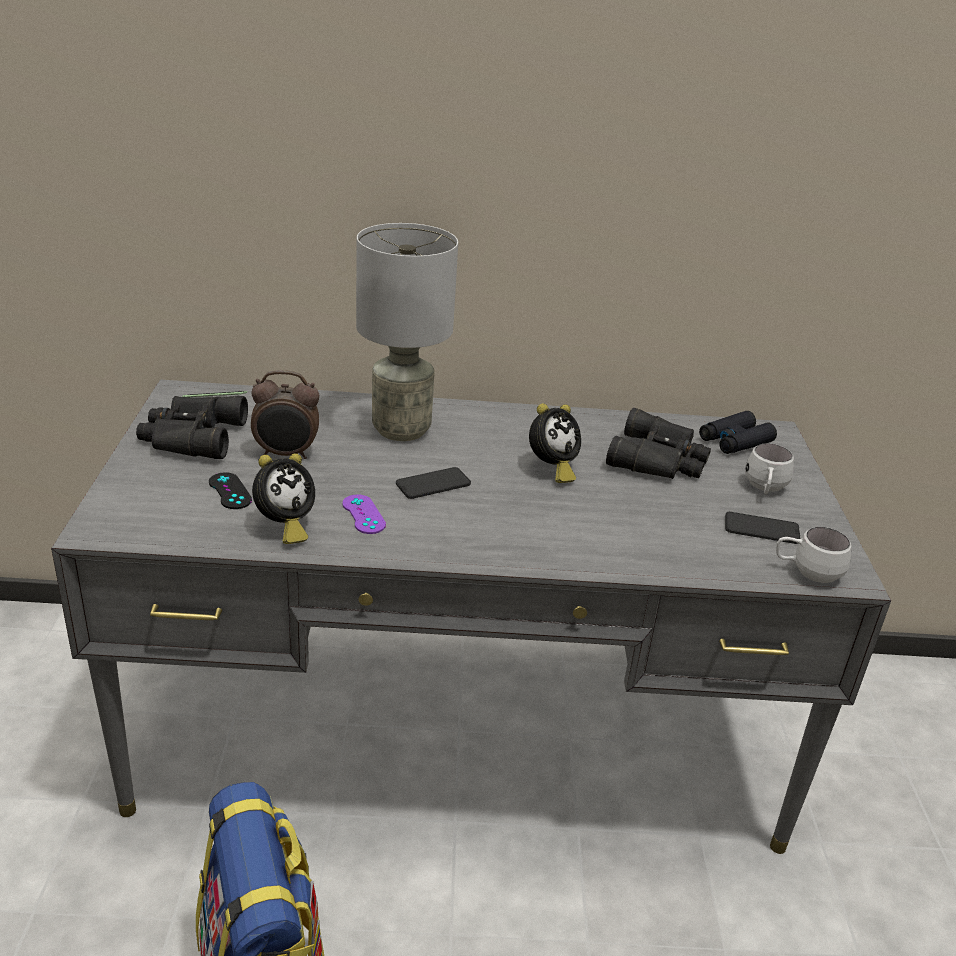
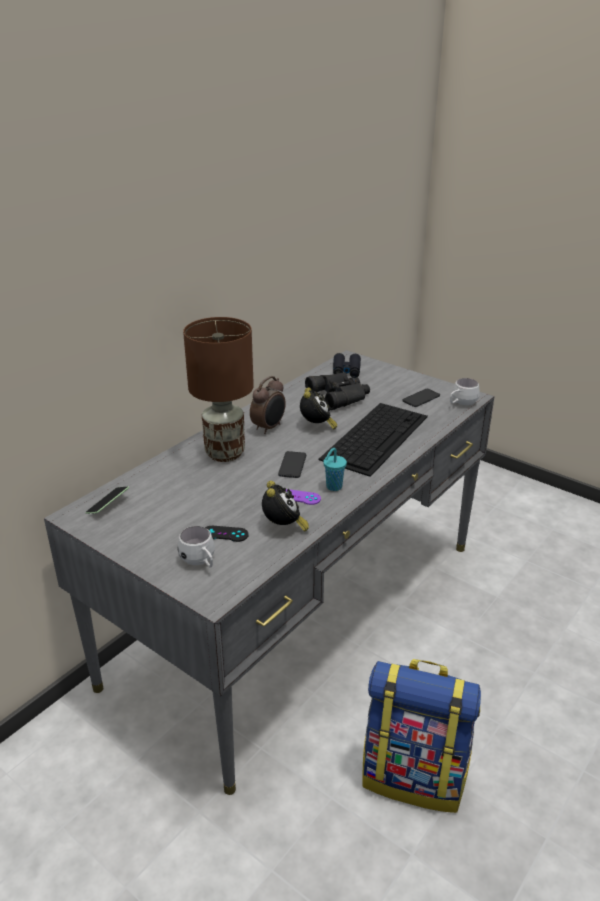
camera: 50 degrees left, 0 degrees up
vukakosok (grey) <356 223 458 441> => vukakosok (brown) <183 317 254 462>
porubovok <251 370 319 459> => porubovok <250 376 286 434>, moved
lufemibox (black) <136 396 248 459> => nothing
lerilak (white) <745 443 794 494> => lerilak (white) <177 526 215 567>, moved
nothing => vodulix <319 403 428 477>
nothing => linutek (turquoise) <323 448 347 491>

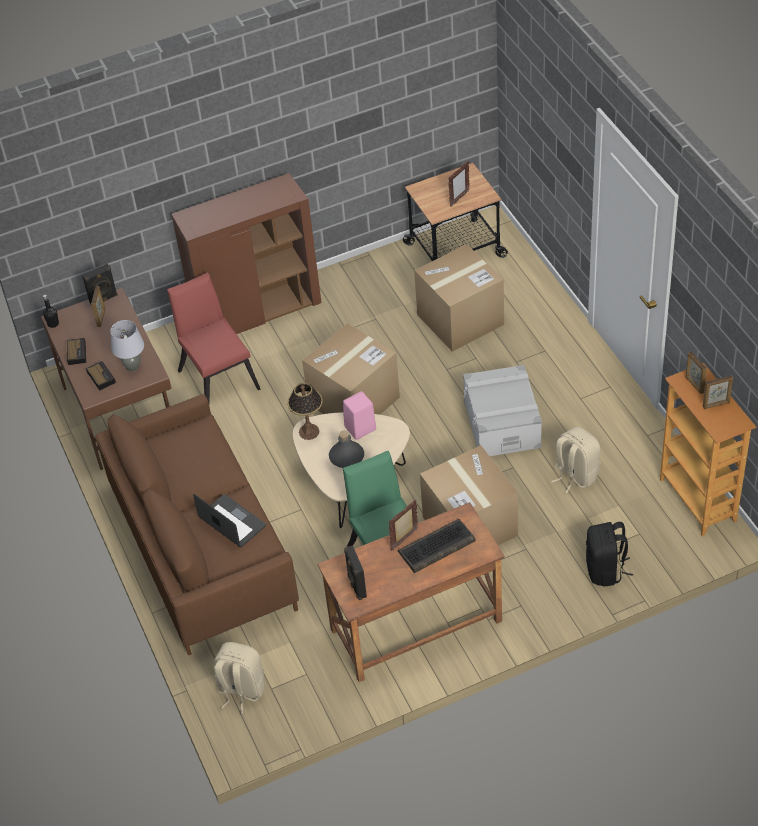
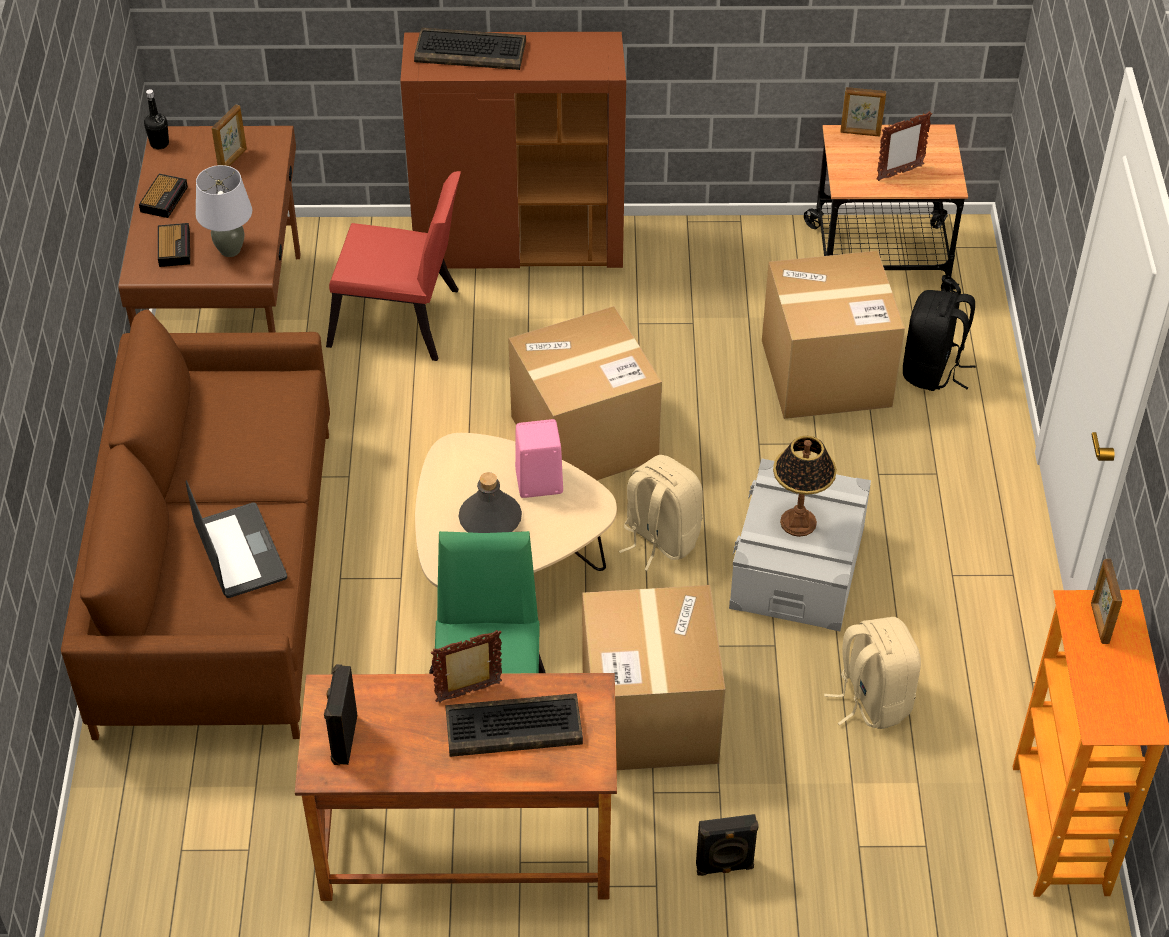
camera: 20 degrees right, 0 degrees up
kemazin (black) <82 264 118 304> => kemazin (black) <696 814 759 876>, moved
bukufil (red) <167 272 261 403> => bukufil (red) <326 171 461 361>, 105 degrees clockwise
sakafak <703 375 733 409> => sakafak <840 87 886 136>, moved
vukakosok <287 383 323 440> => vukakosok <773 436 837 537>, moved
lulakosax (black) <586 522 633 586> => lulakosax (black) <903 290 976 391>, moved
lulakosax (beige) <214 642 265 714> => lulakosax (beige) <619 455 703 571>, moved
nothing => vodulix <414 28 526 70>

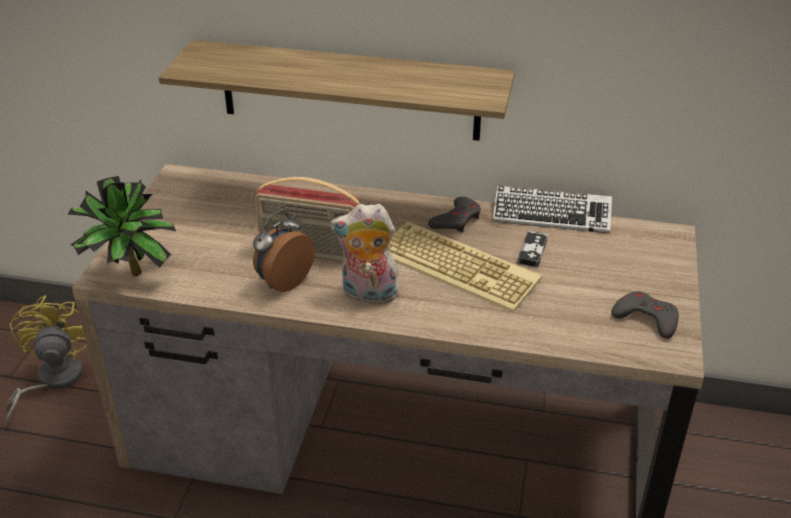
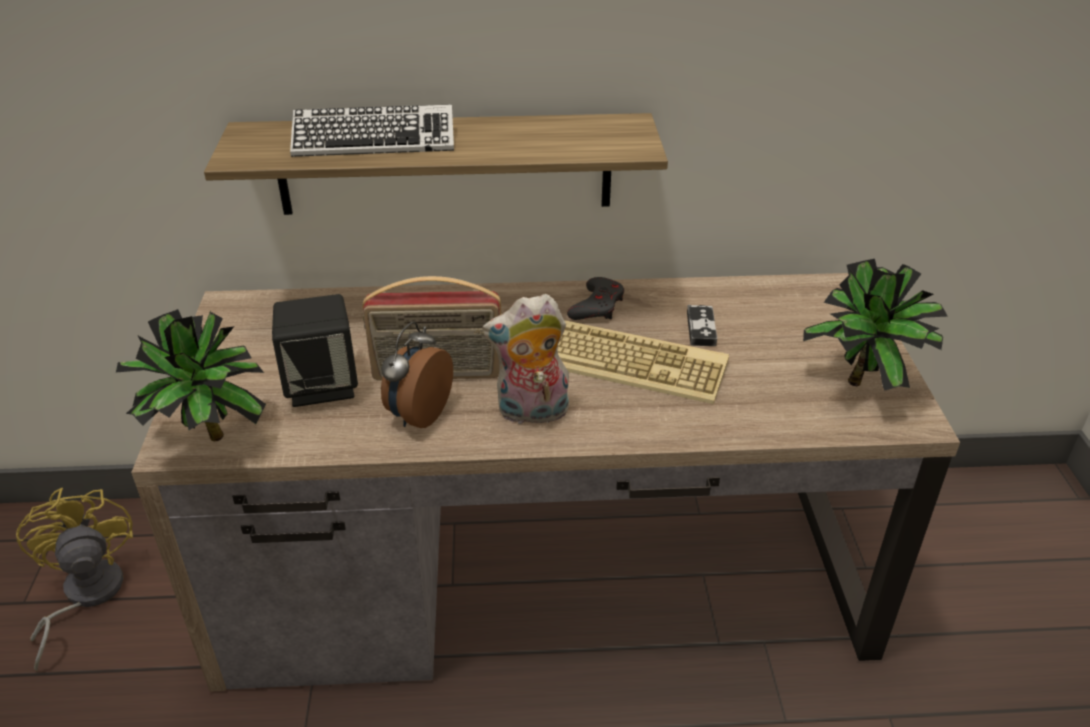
camera: 15 degrees left, 0 degrees up
vodulix <492 185 612 233> => vodulix <290 105 454 157>, moved
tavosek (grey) <611 291 679 339> => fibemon <803 259 948 391>
nothing => kemazin (black) <272 294 358 407>

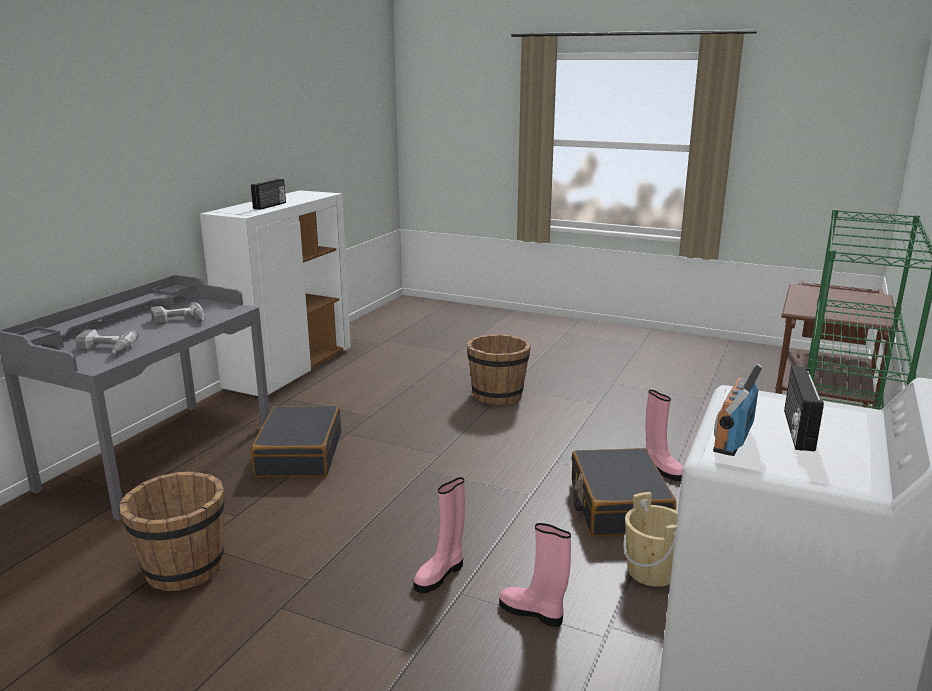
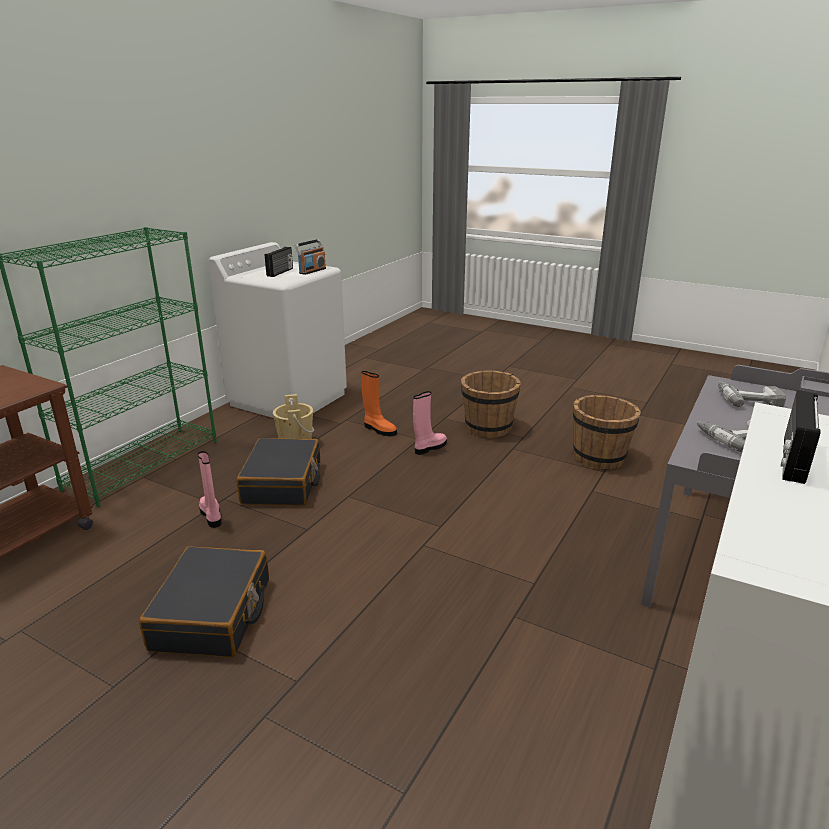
camera: 175 degrees left, 5 degrees up
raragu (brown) <467 334 531 405> => raragu (brown) <461 370 521 438>, moved
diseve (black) <251 406 341 477> => diseve (black) <139 546 269 657>, moved
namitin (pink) <499 523 571 627> => namitin (orange) <362 371 397 436>

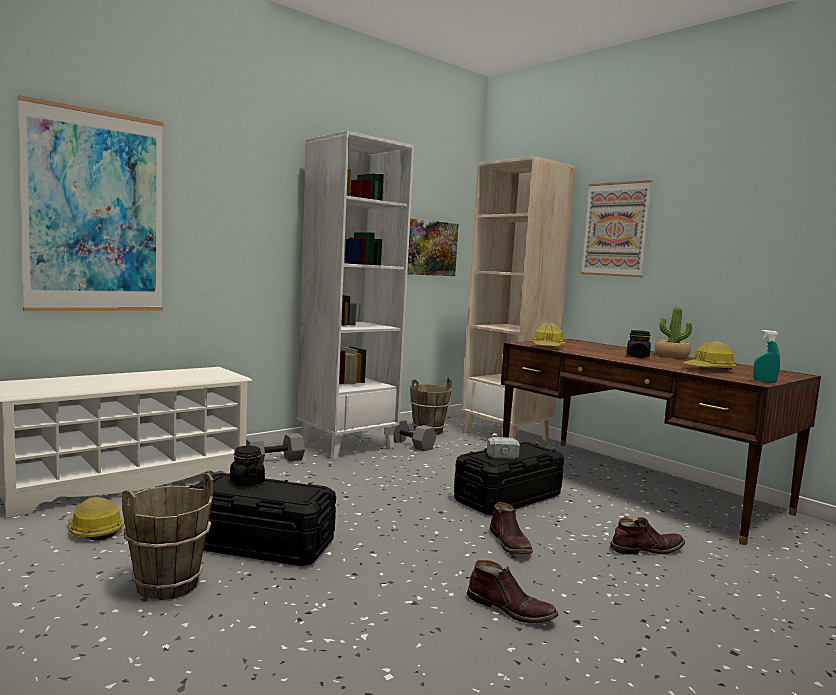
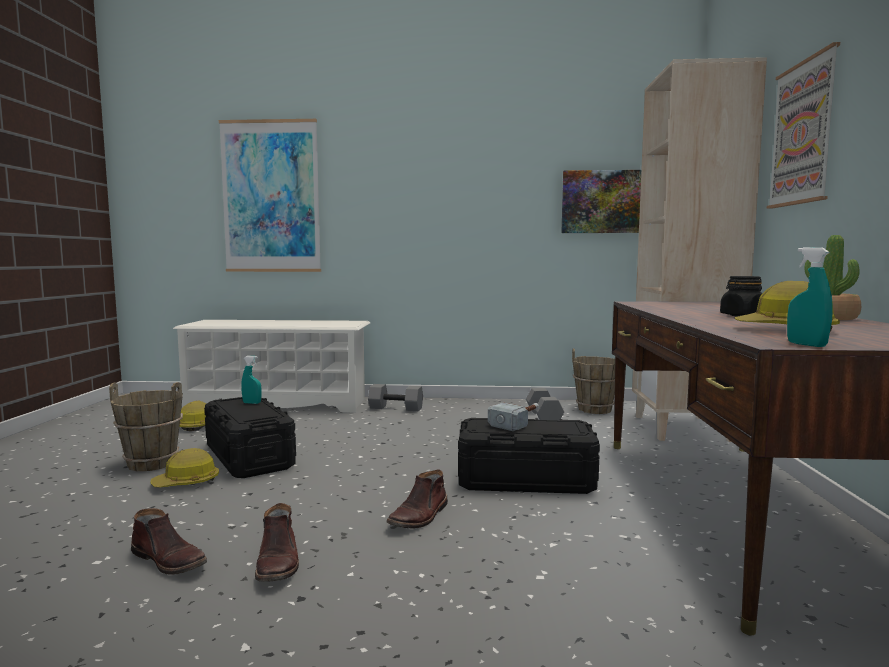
camera: 45 degrees right, 0 degrees up
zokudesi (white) <297 131 414 460> => nothing
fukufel <531 323 565 346> => fukufel <150 448 219 488>, moved
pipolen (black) <230 446 265 486> => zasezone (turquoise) <241 356 262 404>
namitin (brown) <610 517 685 554> => namitin (brown) <131 508 207 575>, moved

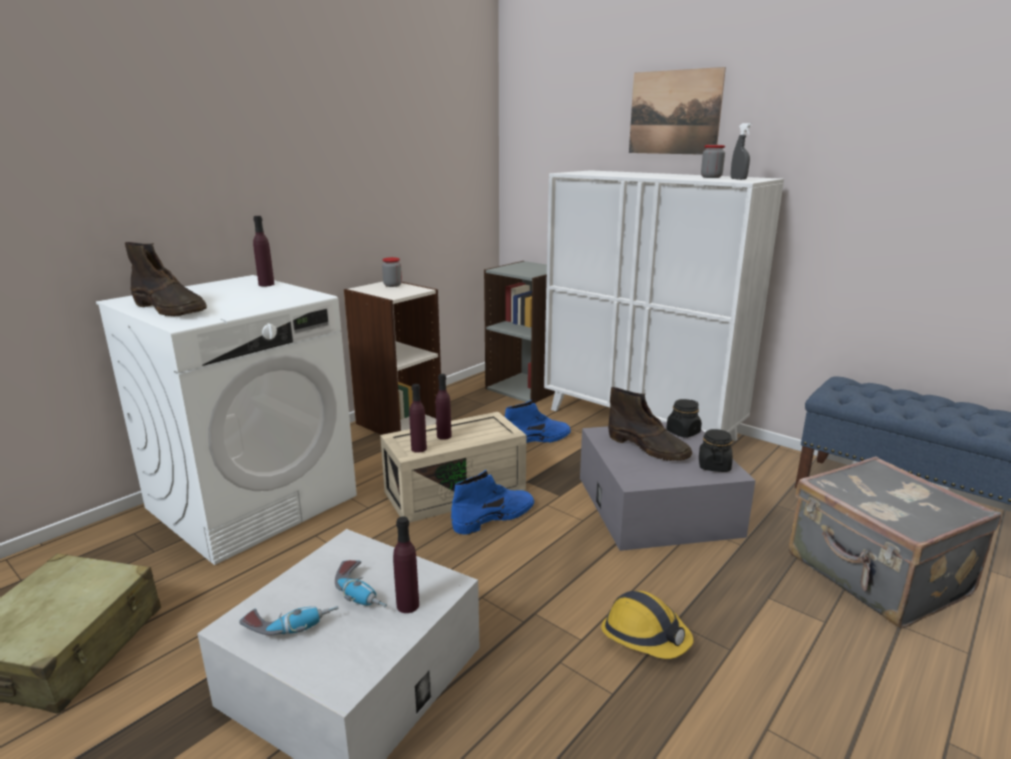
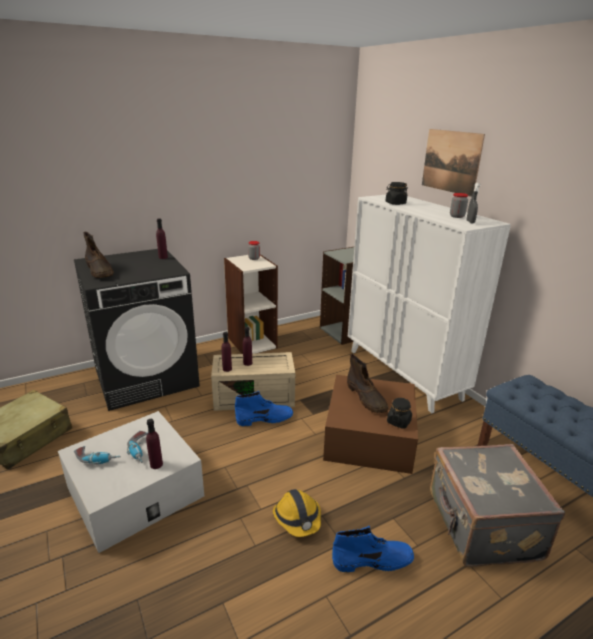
camera: 20 degrees right, 5 degrees up
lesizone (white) <96 275 357 565> => lesizone (black) <74 249 200 411>
pipolen (black) <666 399 702 438> => pipolen (black) <386 182 408 205>, moved
namitin (blue) <505 400 571 443> => namitin (blue) <332 526 414 572>, moved
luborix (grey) <580 422 756 551> => luborix (brown) <323 375 418 474>

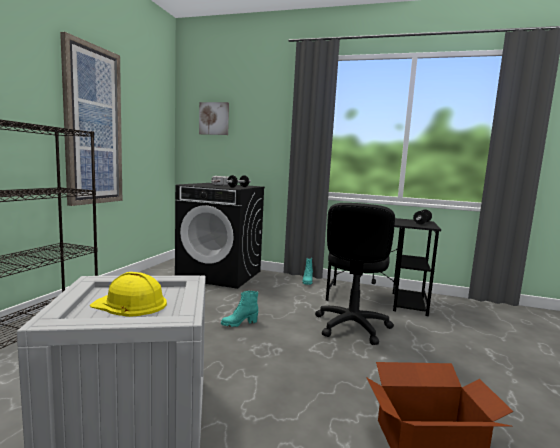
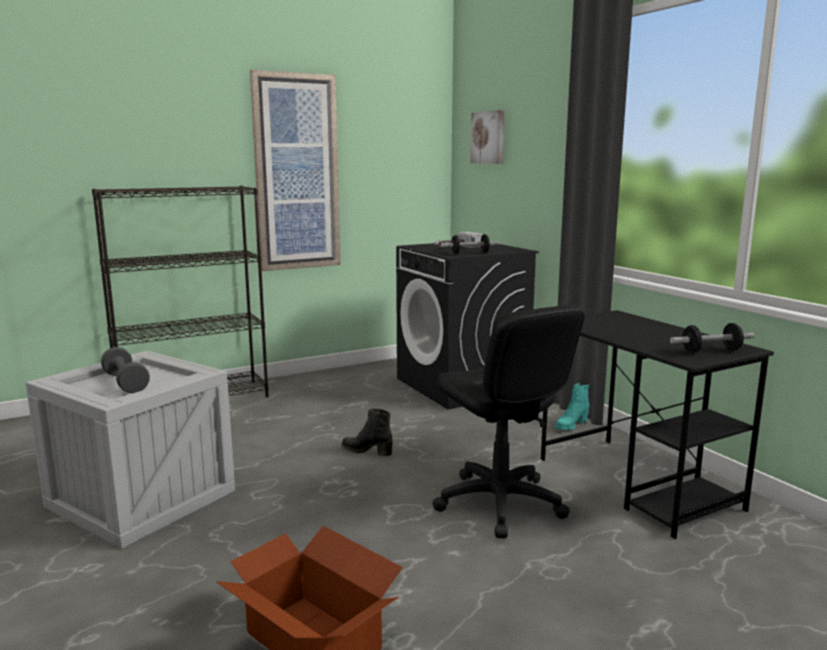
camera: 45 degrees right, 5 degrees up
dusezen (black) <315 203 395 345> => dusezen (black) <432 305 585 539>, 90 degrees counterclockwise
fukufel (yellow) <90 272 167 317> => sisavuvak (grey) <101 347 150 393>
namitin (turquoise) <221 291 258 327> => namitin (black) <342 408 393 456>

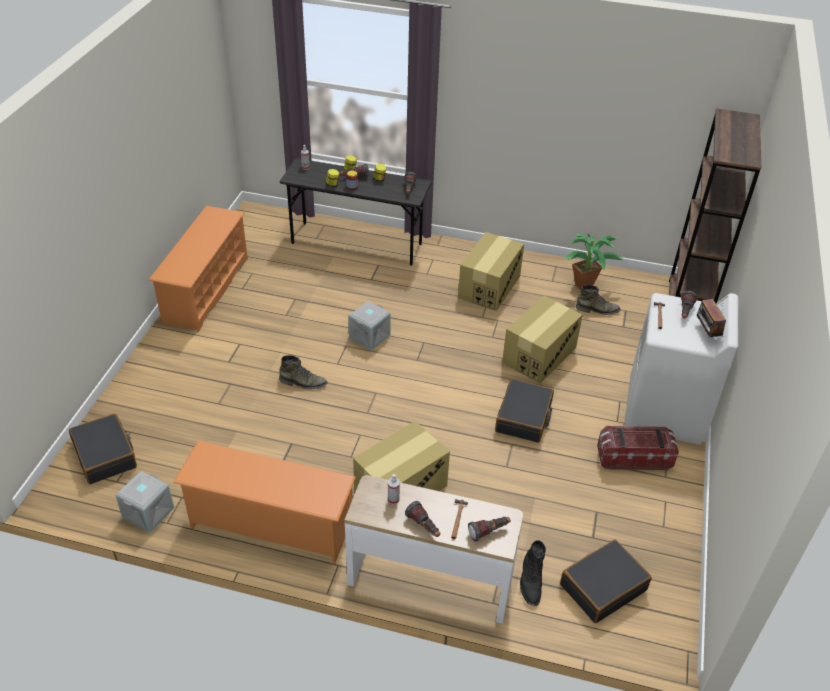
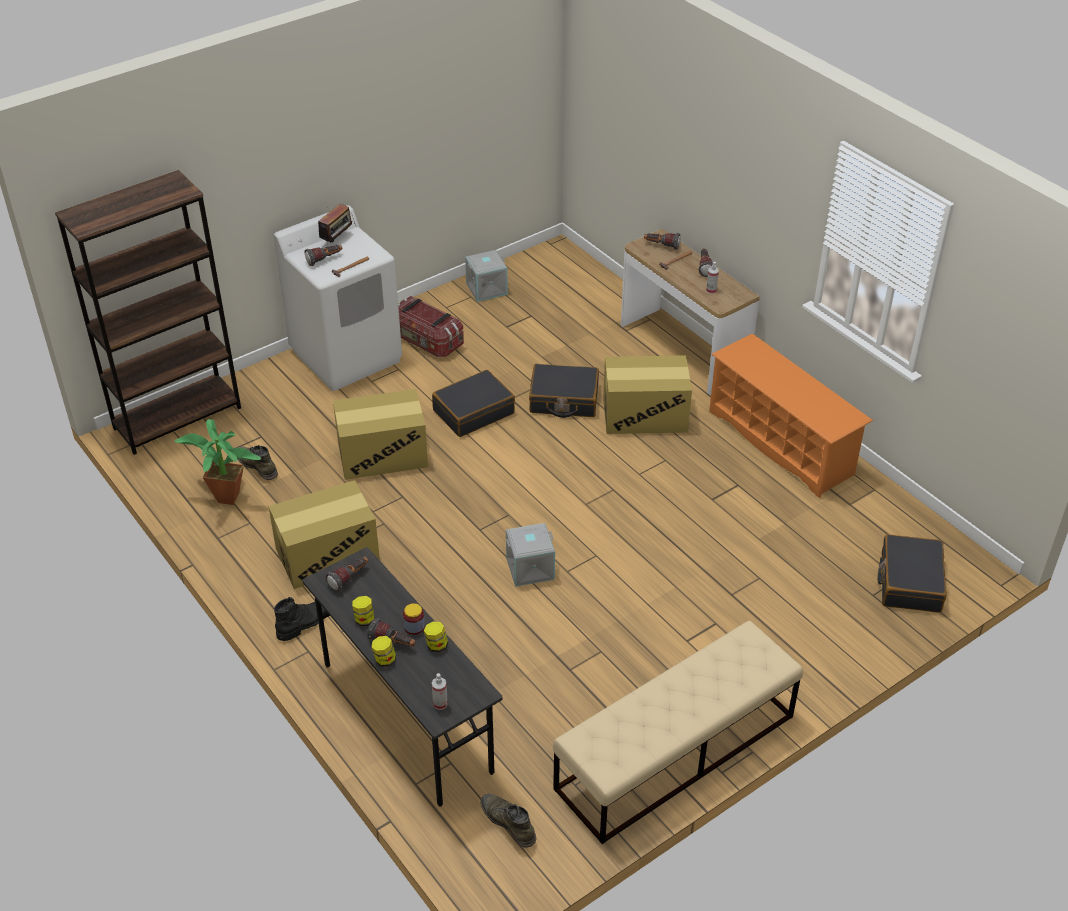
camera: 140 degrees left, 0 degrees up
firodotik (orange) <148 206 248 332> => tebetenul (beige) <553 621 803 844>
namitin (green) <279 355 327 389> => namitin (green) <480 794 536 848>, moved
luborix (grey) <115 471 174 533> => luborix (grey) <465 250 508 302>, moved
namitin (black) <520 540 546 606> => namitin (black) <274 597 326 641>, moved
diseve (black) <560 540 652 623> => diseve (black) <529 364 599 418>, moved

